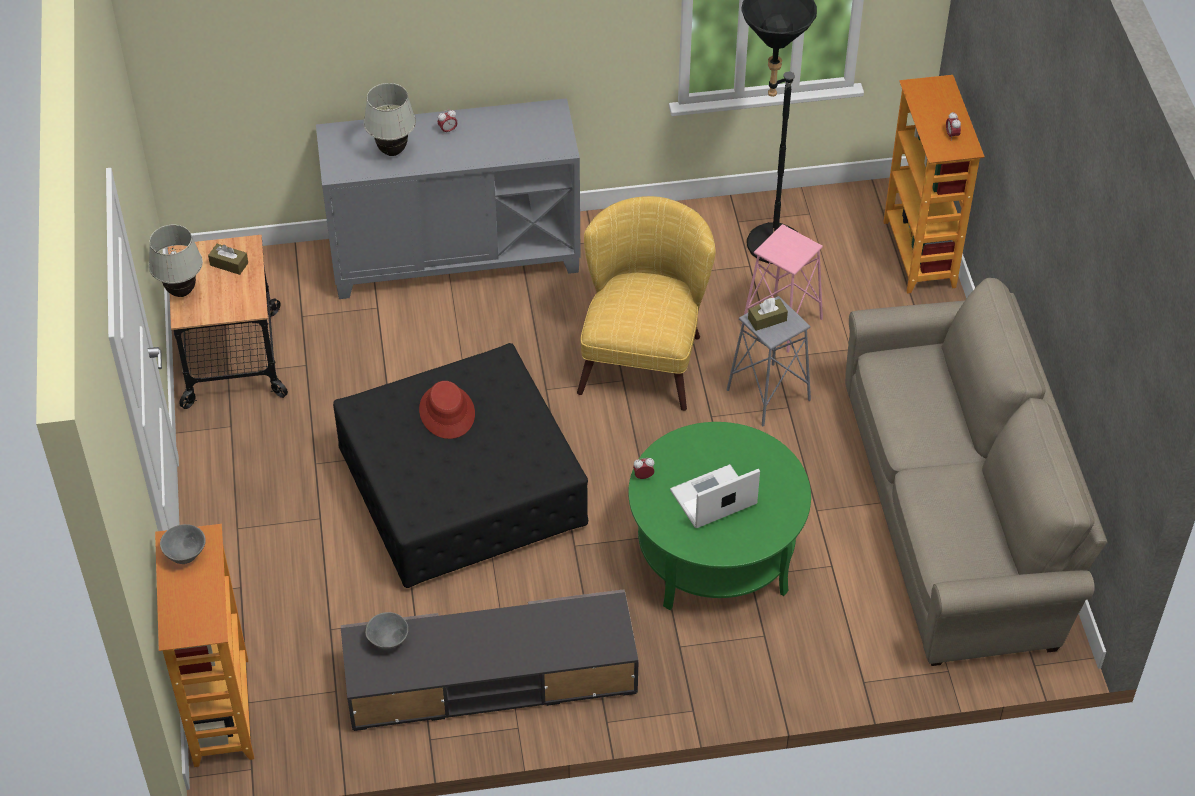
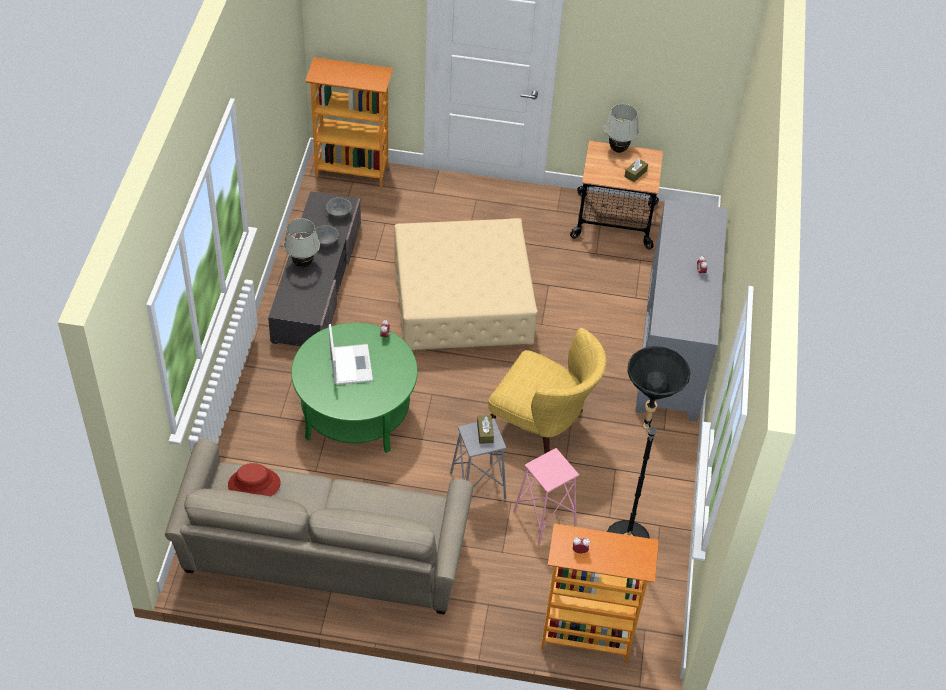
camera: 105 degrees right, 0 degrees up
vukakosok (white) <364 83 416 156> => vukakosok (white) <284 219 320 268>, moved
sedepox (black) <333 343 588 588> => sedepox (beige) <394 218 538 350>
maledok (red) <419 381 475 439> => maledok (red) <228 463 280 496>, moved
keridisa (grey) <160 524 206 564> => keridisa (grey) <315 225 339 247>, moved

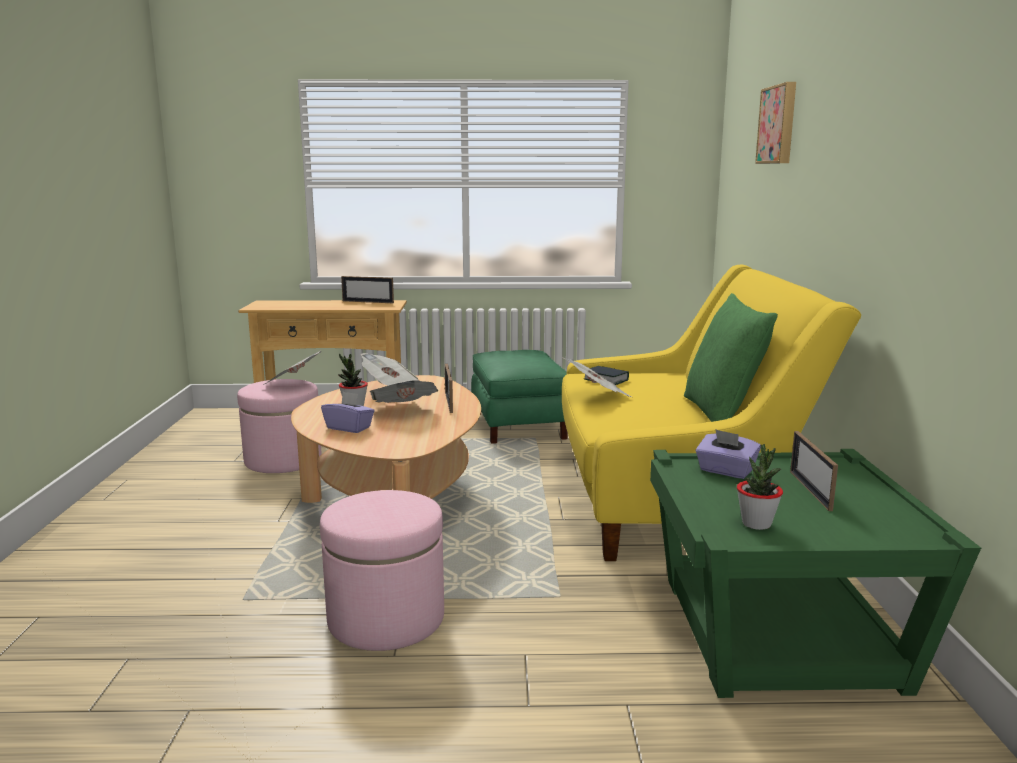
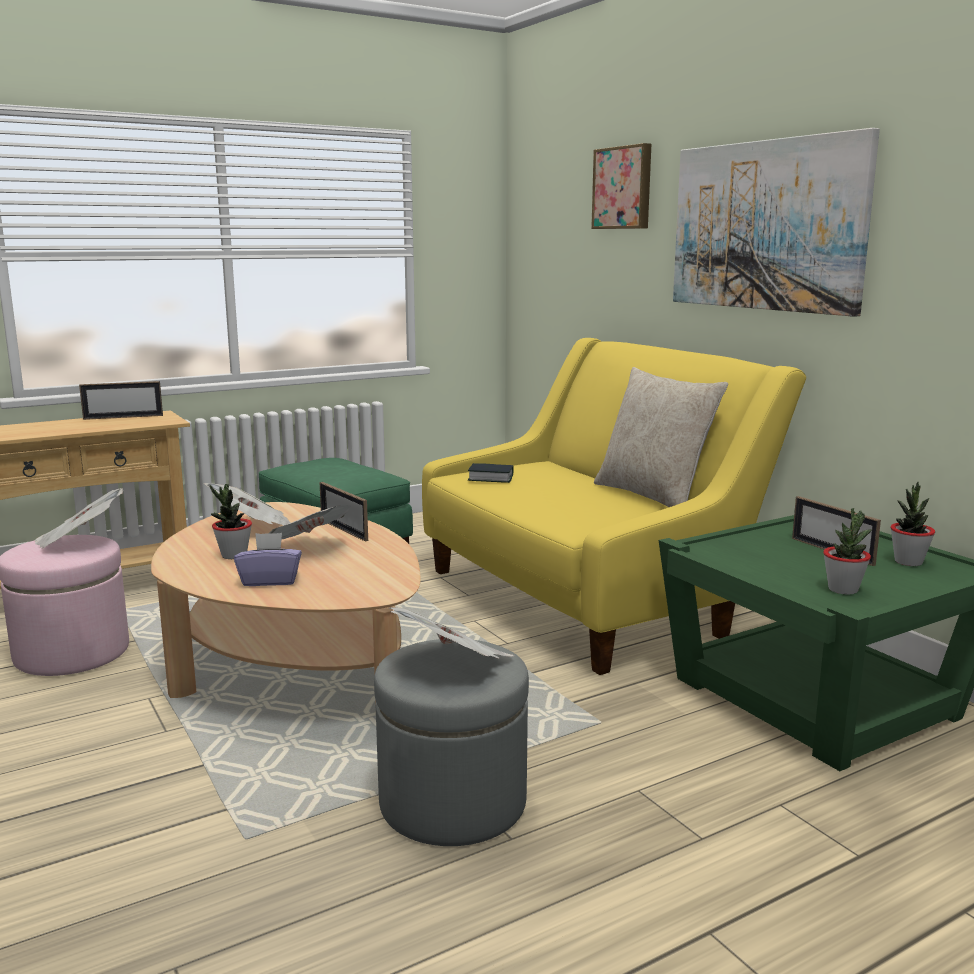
camera: 30 degrees left, 0 degrees up
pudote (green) <684 293 778 422> => pudote (beige) <594 367 728 507>
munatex <564 358 632 397> => munatex <389 607 514 659>, moved
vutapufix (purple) <696 429 761 479> => nothing
sedepox (pink) <320 490 444 651> => sedepox (grey) <374 639 529 846>
nothing => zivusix <673 128 880 317>
nothing => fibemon <890 482 935 566>

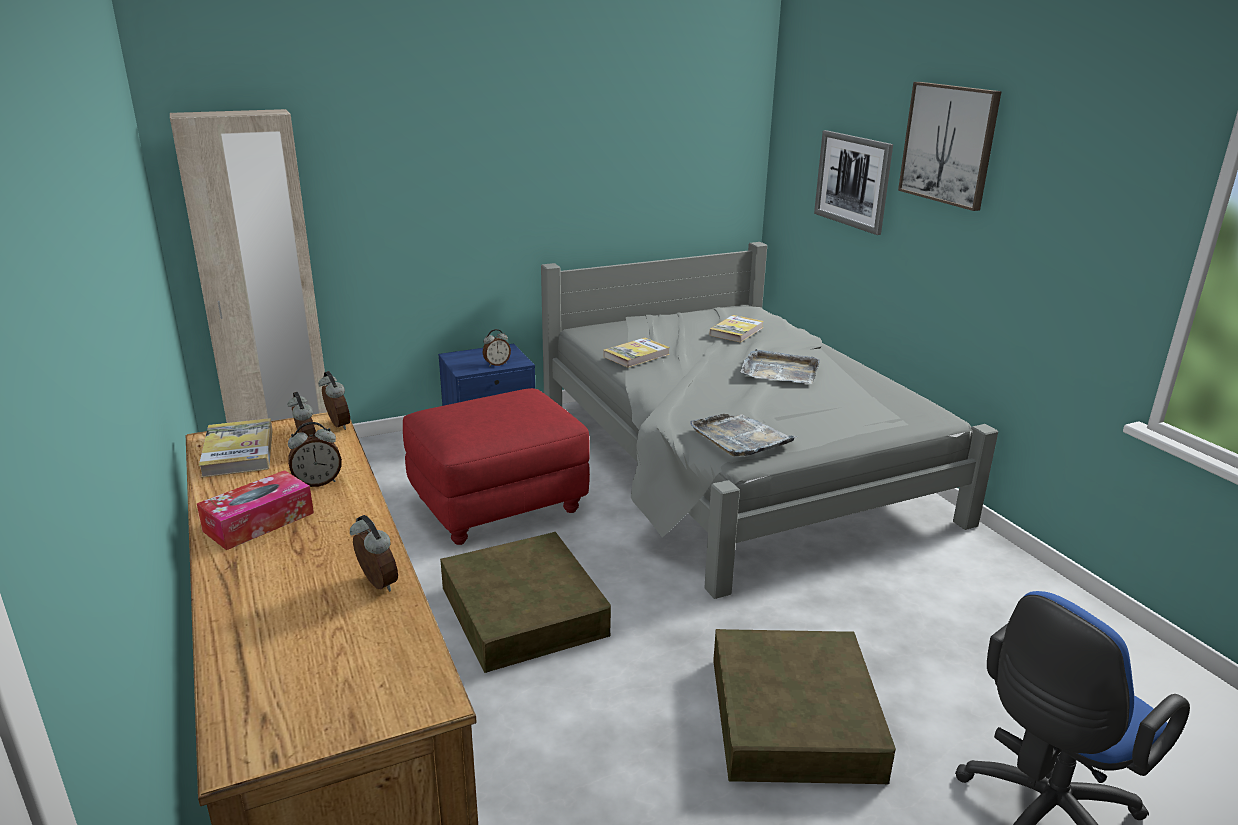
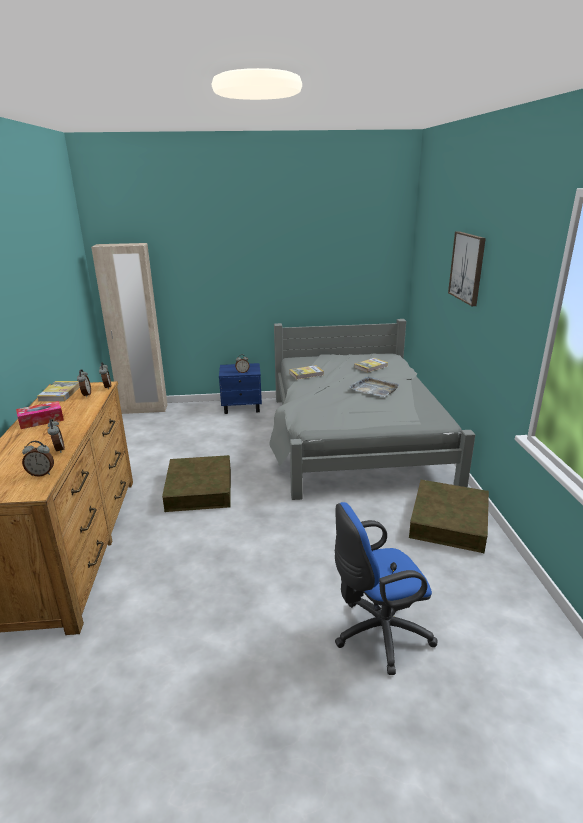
camera: 20 degrees right, 0 degrees up
zivusix <814 130 893 235> => nothing
sedepox (red) <403 388 590 545> => nothing
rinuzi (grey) <690 414 797 456> => nothing
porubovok <288 422 342 487> => porubovok <22 441 54 477>, moved
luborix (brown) <713 629 896 784> => luborix (brown) <409 480 489 553>, moved

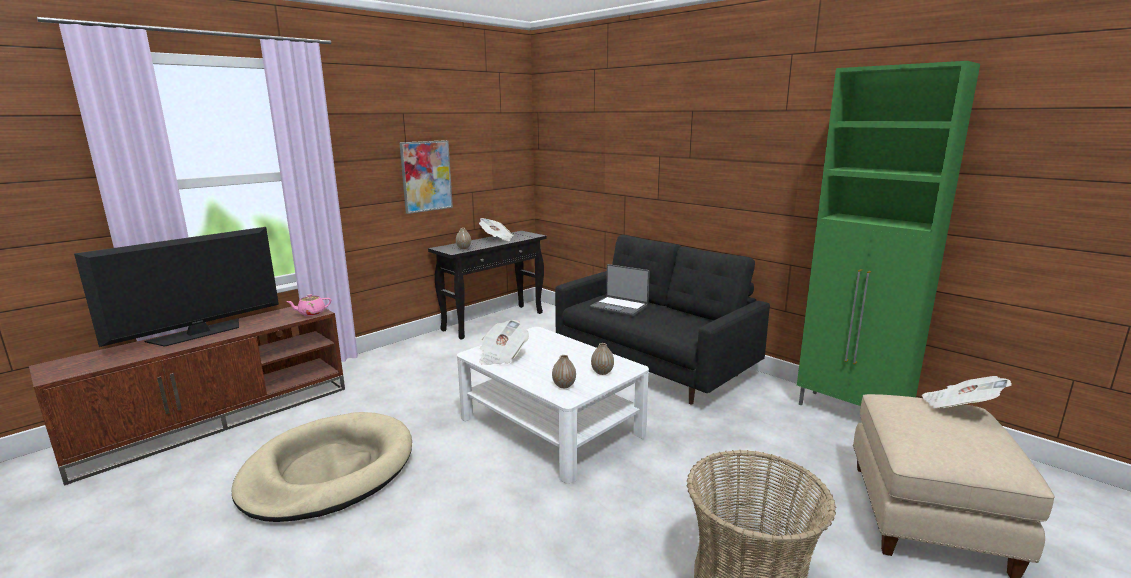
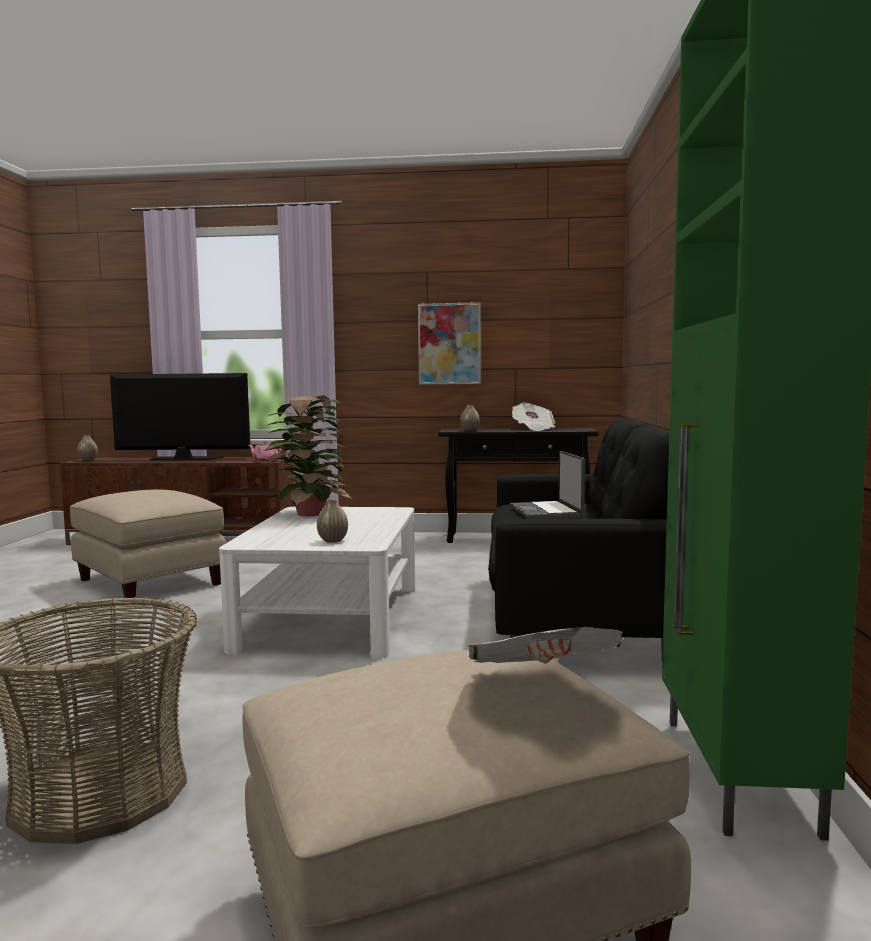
camera: 50 degrees right, 10 degrees down
munatex <479 320 529 365> => fibemon <264 395 353 516>
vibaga <552 355 576 388> => vibaga <77 436 98 461>, moved
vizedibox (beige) <231 412 412 522> => sedepox (beige) <70 489 226 598>

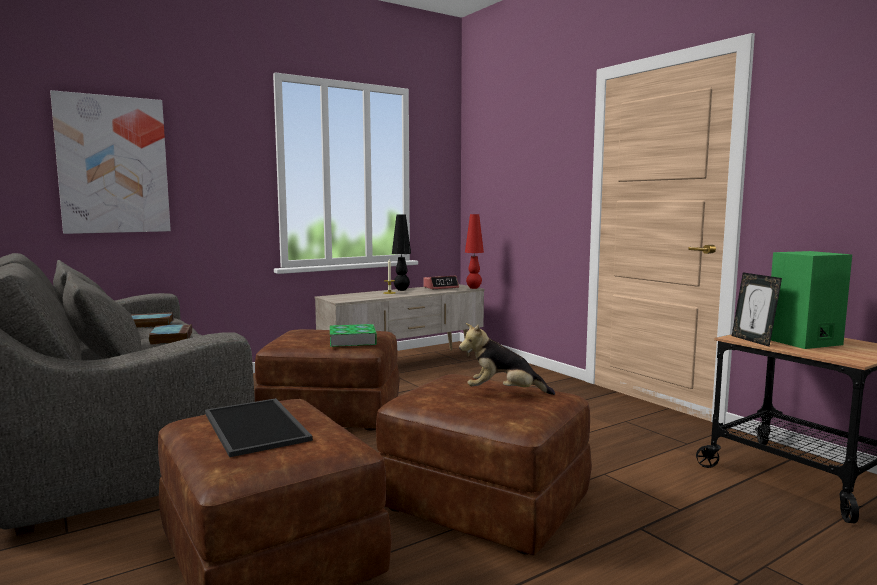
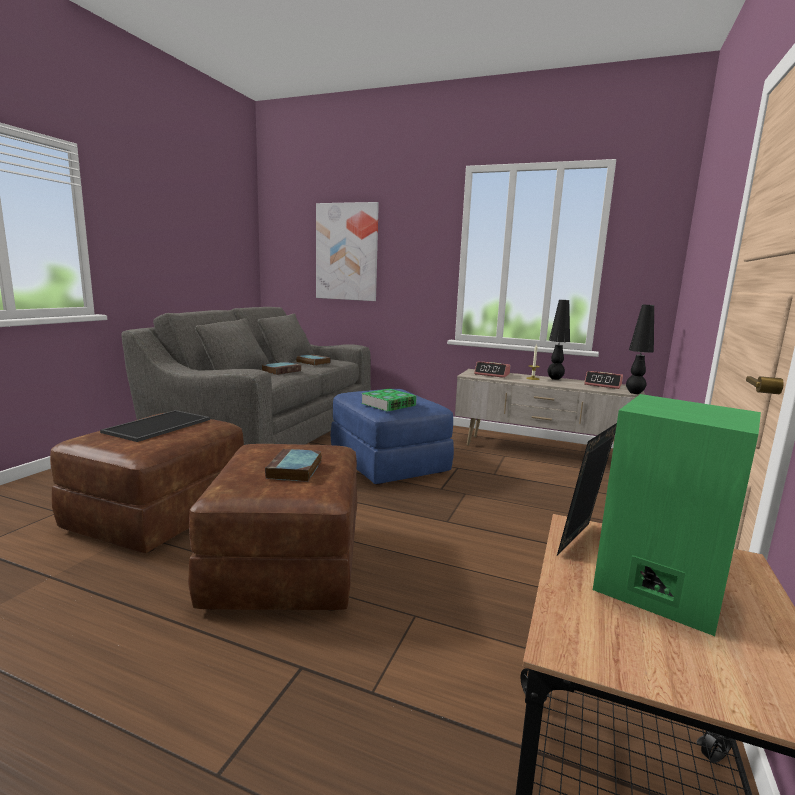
camera: 55 degrees right, 5 degrees up
vukakosok (red) <465 214 484 289> => vukakosok (black) <626 305 654 394>
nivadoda <459 323 555 395> => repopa <265 449 322 482>
sedepox (brown) <254 329 400 431> => sedepox (blue) <330 389 454 485>
nothing => porubovok <474 362 510 378>

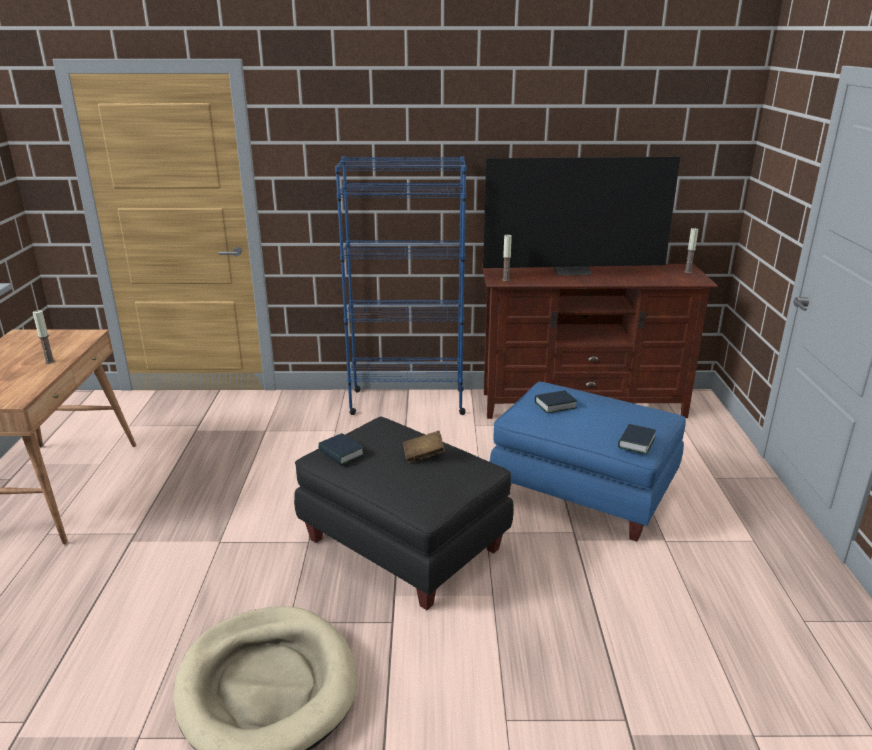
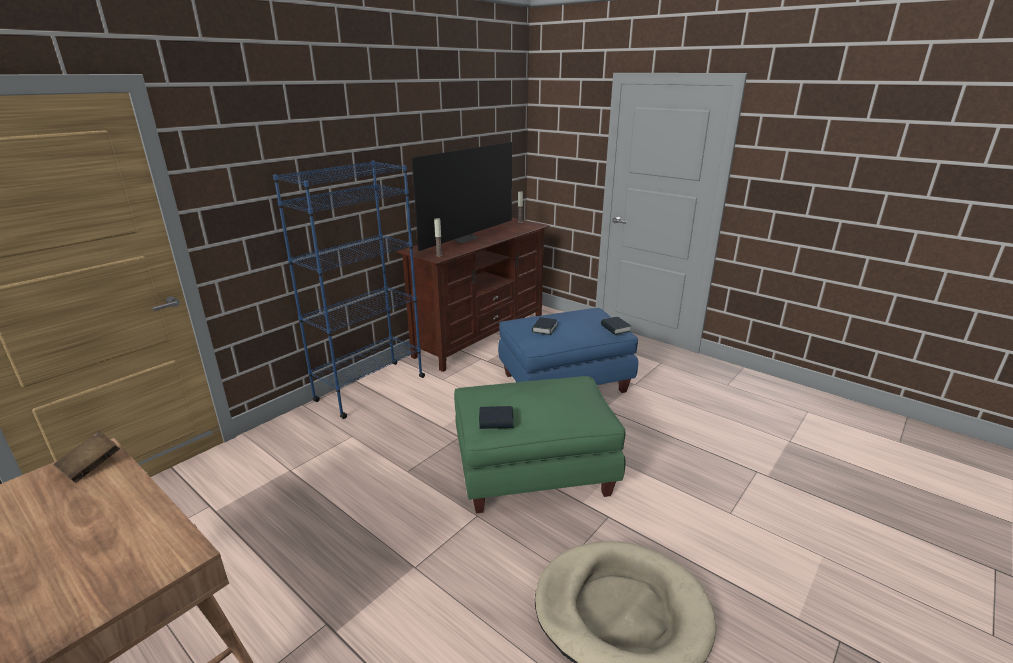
camera: 50 degrees left, 0 degrees up
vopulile <33 310 55 364> => nothing
sedepox (black) <294 417 514 610> => sedepox (green) <454 376 626 514>
repopa (brown) <403 431 445 463> => repopa (brown) <53 431 120 483>, moved

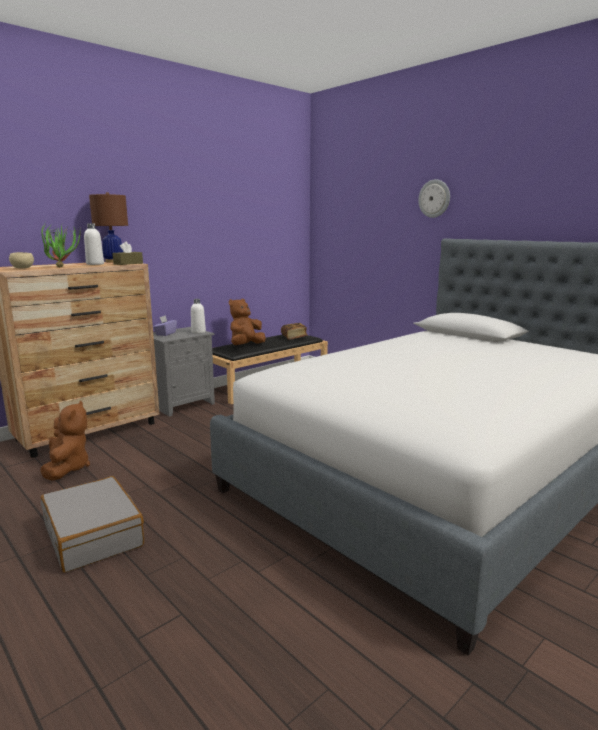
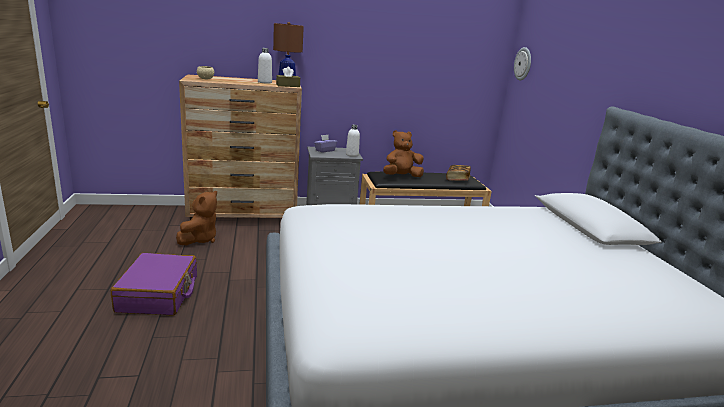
camera: 30 degrees right, 5 degrees up
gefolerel <418 179 450 218> => gefolerel <514 47 531 81>, moved
fibemon <41 224 81 268> => nothing
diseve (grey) <41 476 144 573> => diseve (purple) <111 253 197 316>

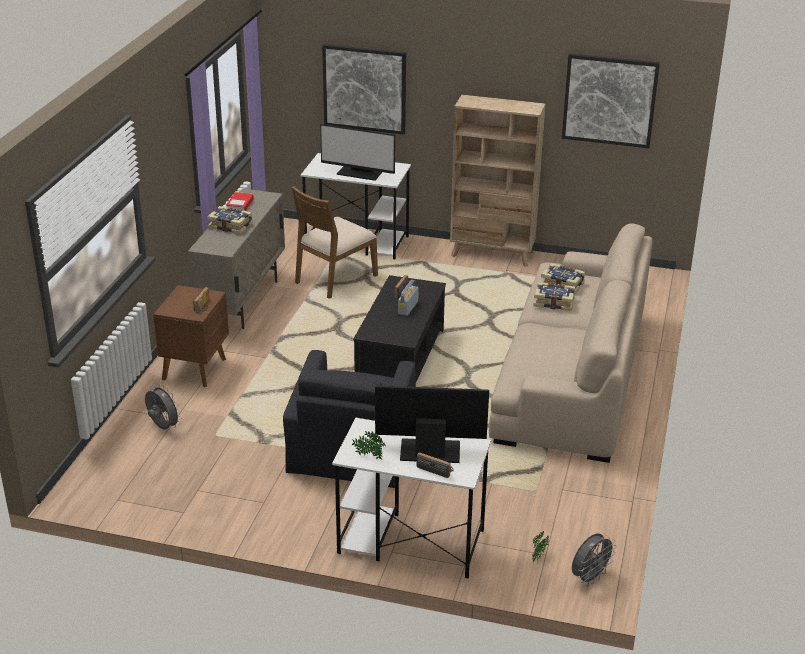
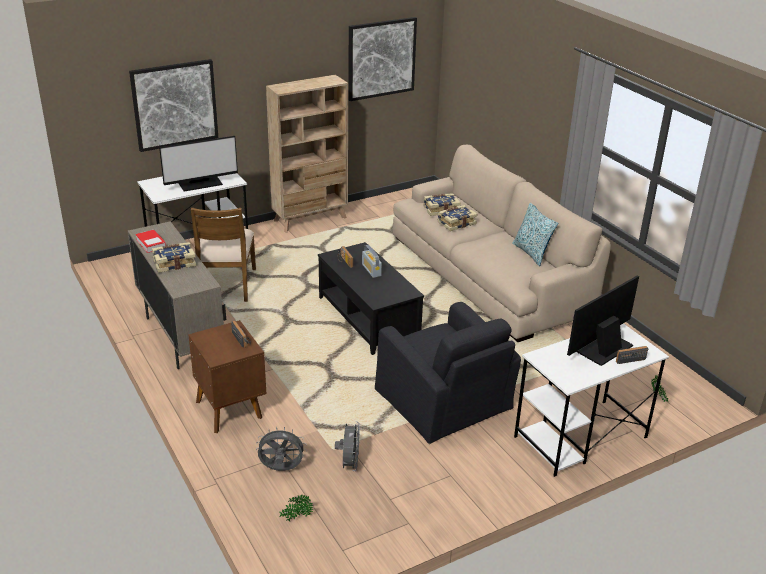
camera: 45 degrees left, 0 degrees up
fibemon <352 431 385 459> => fibemon <279 495 313 522>, moved
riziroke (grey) <572 533 617 586> => riziroke (grey) <335 421 360 471>, moved
nothing => pudote <512 203 558 266>

